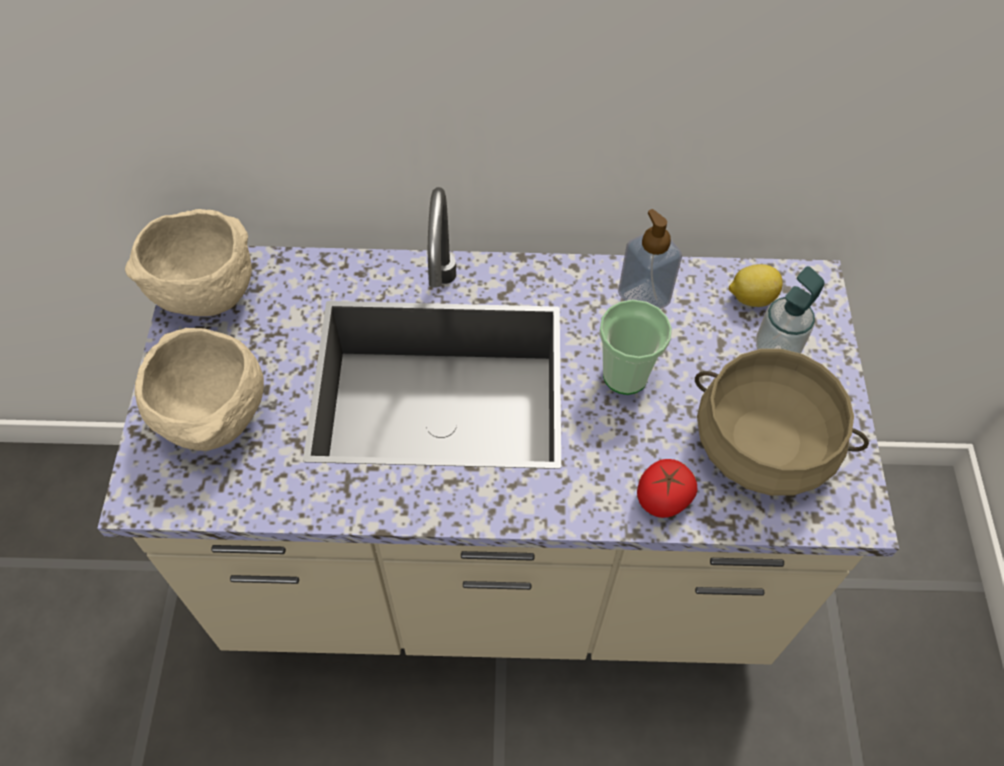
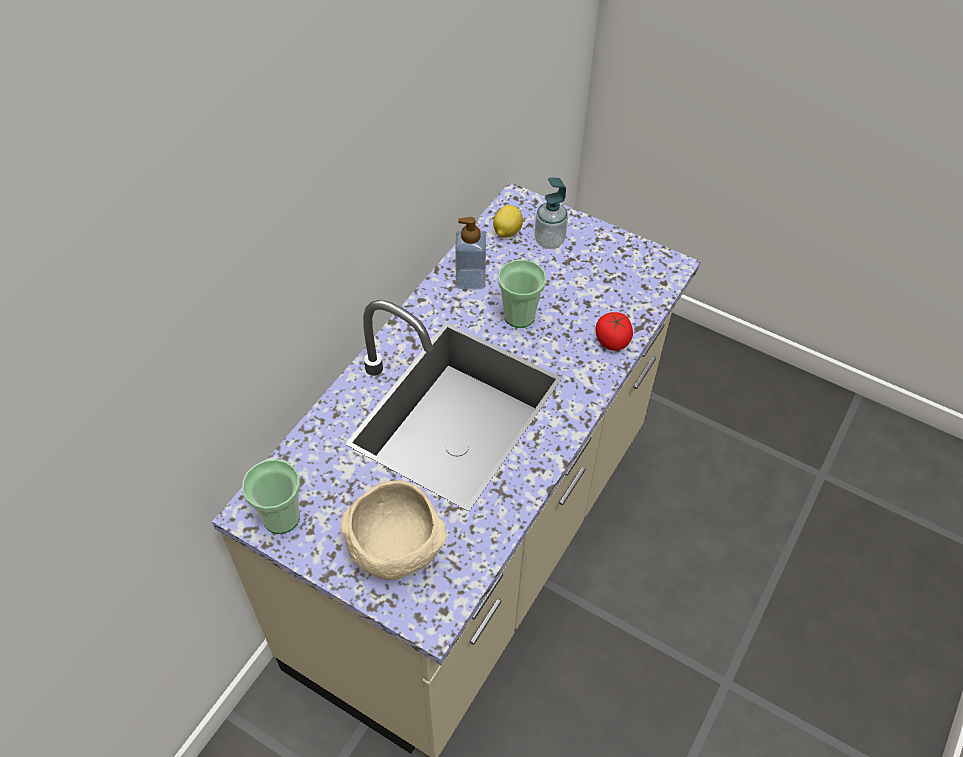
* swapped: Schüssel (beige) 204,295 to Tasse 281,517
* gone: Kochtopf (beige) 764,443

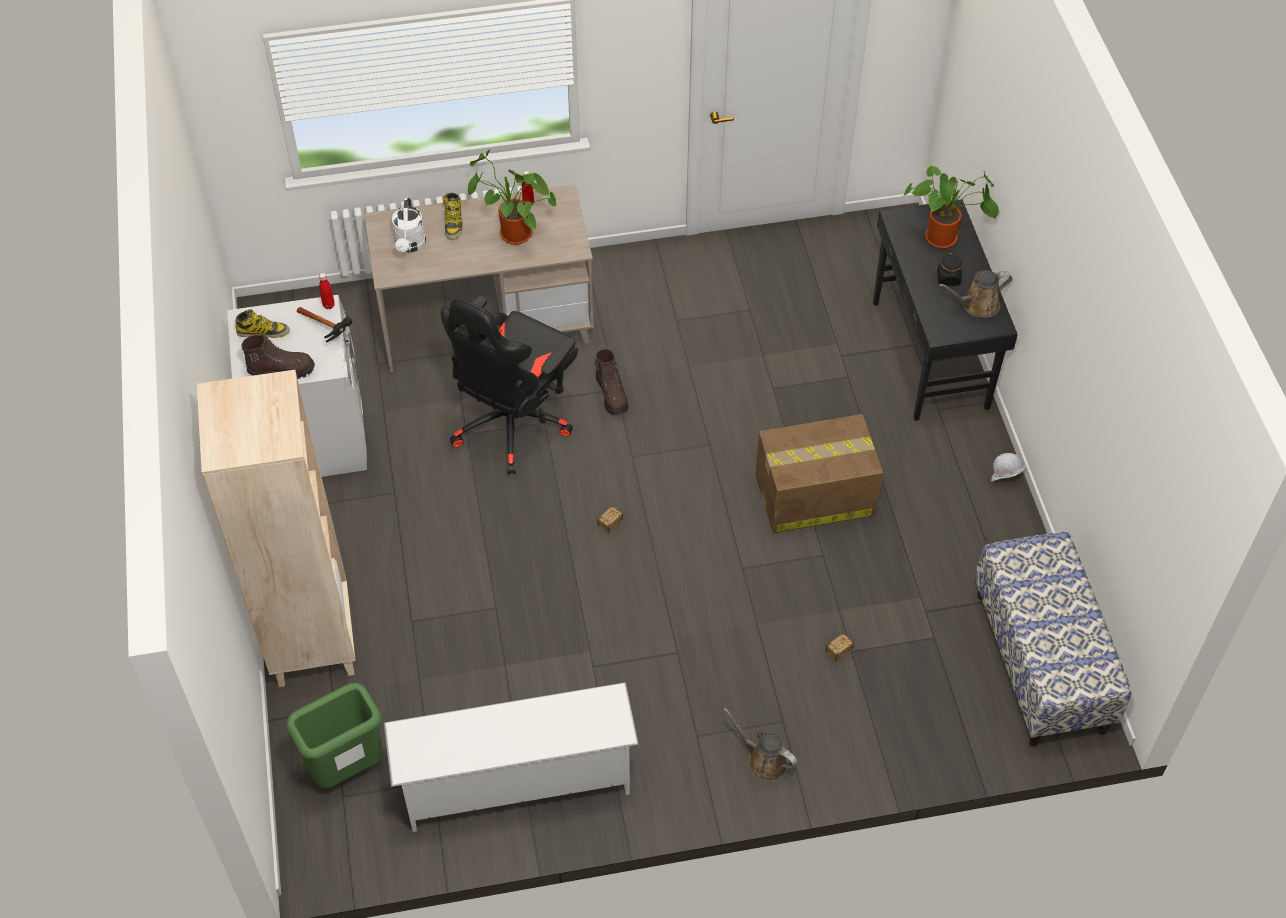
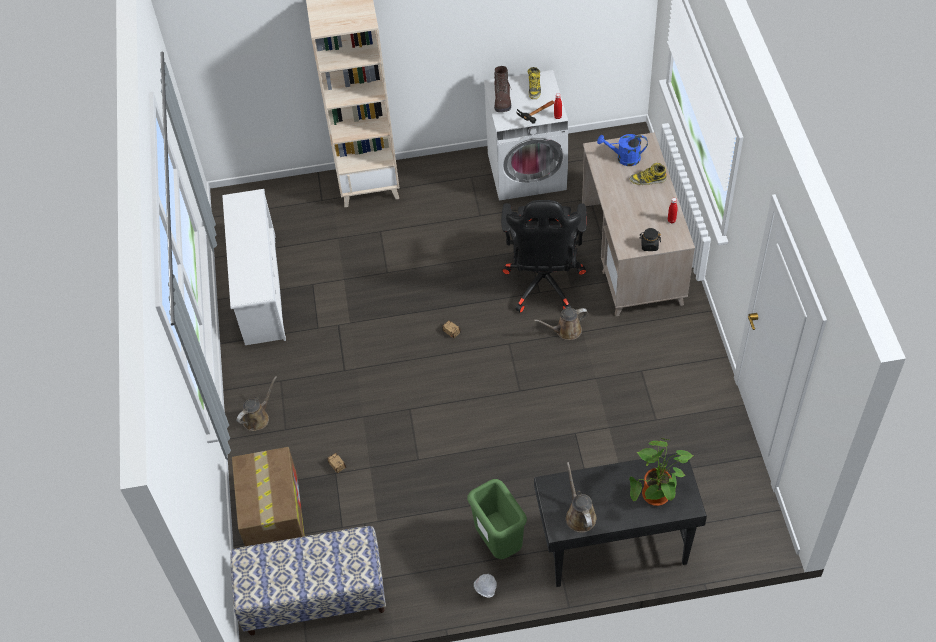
* gone: Topfpflanze 512,235
* repainted: Gießkanne (weiß) 410,245 to Gießkanne (blau) 624,158
* shifted: Vorratsglas (schwarz) 948,278 to 649,245
* rotated: Bürostuhl (schwarz) 517,417 = 544,277 120 degrees counterclockwise
* swapped: Stiefel (braun) 612,394 to Gießkanne (braun) 566,331
* shifted: Karton 813,495 to 273,513
* shifted: Mülleimer (grün) 347,767 to 499,542

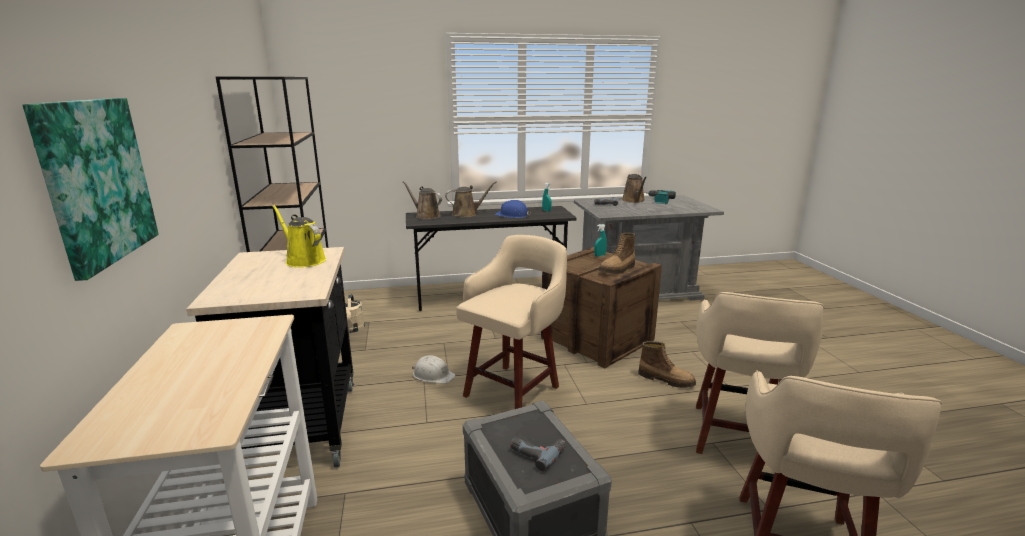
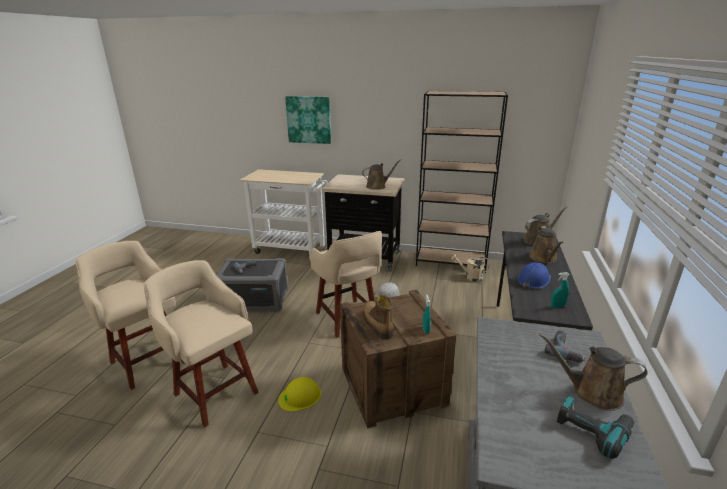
* repainted: Gießkanne (gelb) 303,260 to Gießkanne (braun) 378,186
* swapped: Stiefel 666,380 to Schutzhelm (gelb) 300,396

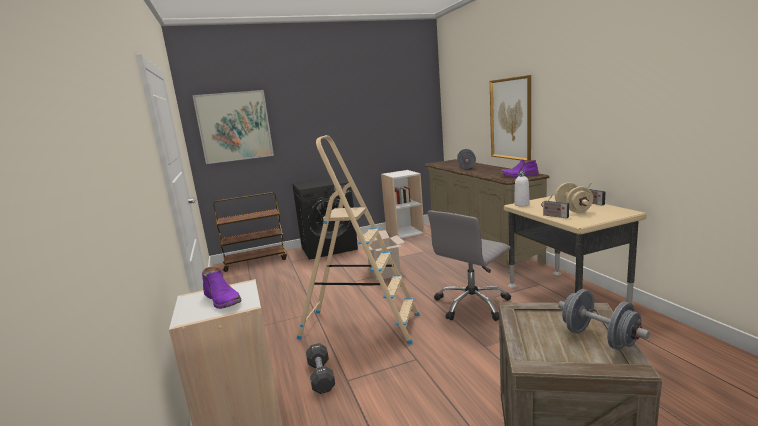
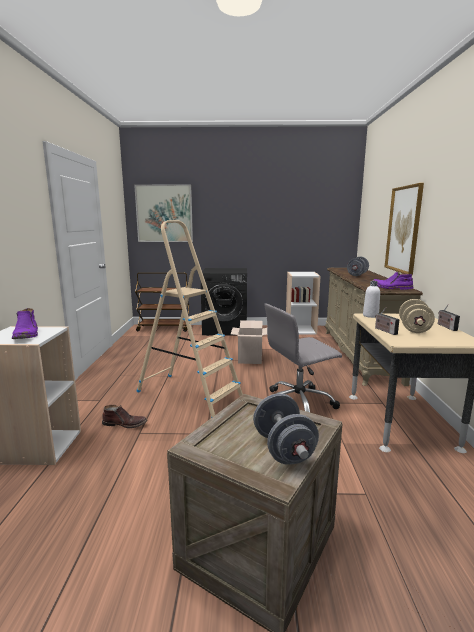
* swapped: Hantel (schwarz) 321,376 to Stiefel (braun) 125,424

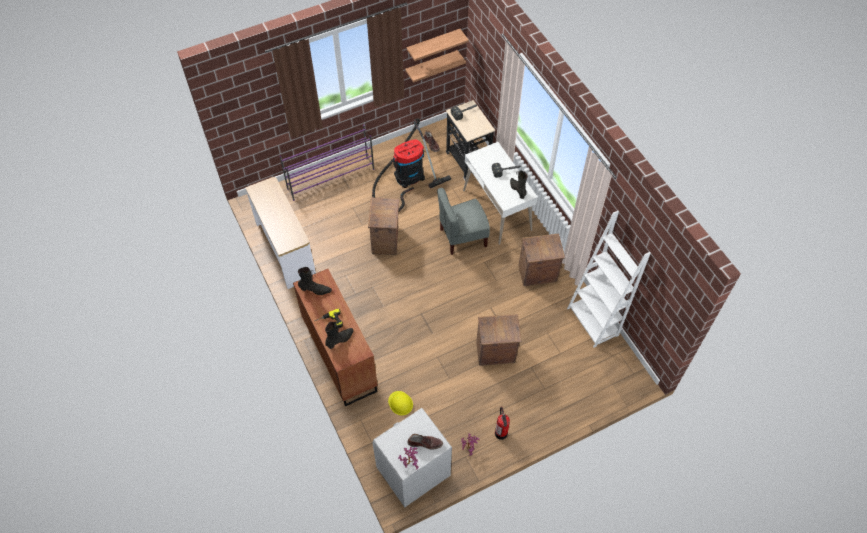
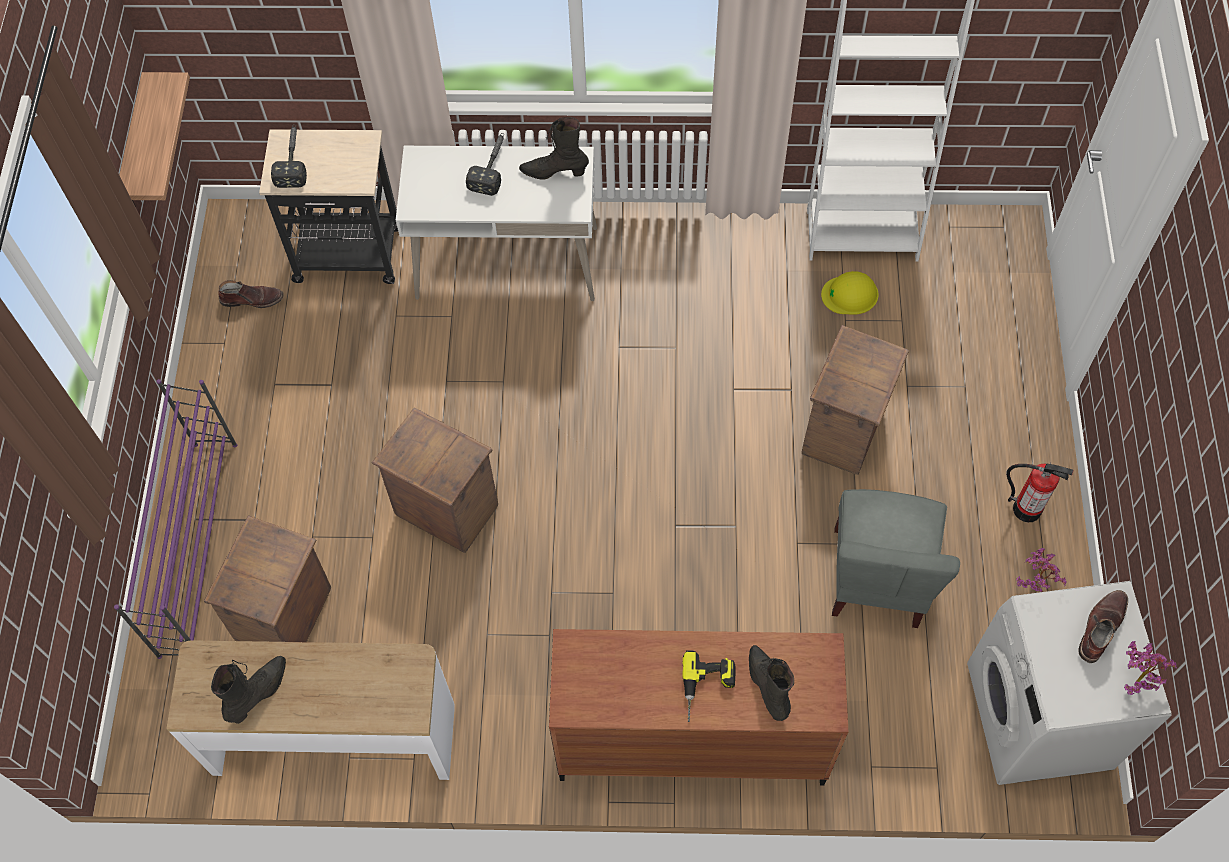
* gone: Wandregal 433,45
* gone: Staubsauger 406,178
* shifted: Stuhl (grau) 462,237 to 878,578
* shifted: Kiste 538,274 to 287,616
* shifted: Stiefel (schwarz) 315,290 to 259,693
* shifted: Schutzhelm (gelb) 400,403 to 850,294

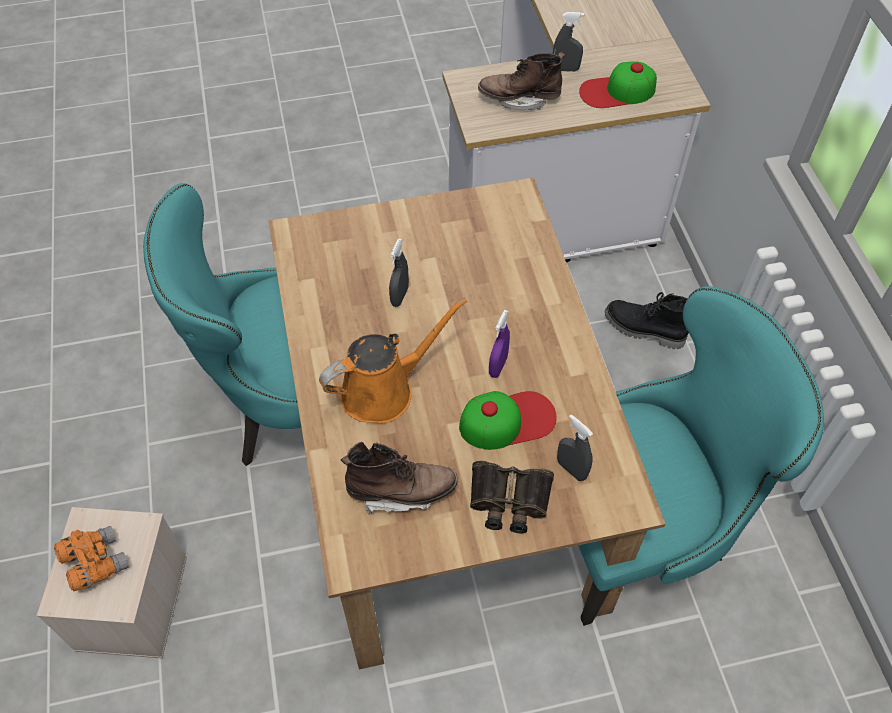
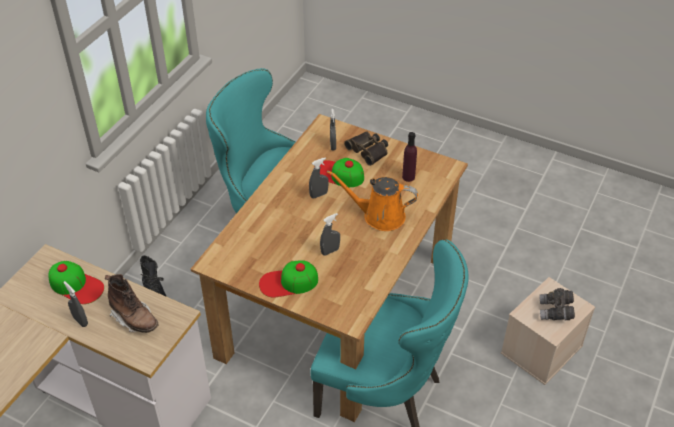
* repainted: Sprühflasche (lila) 498,366 to Sprühflasche (grau) 319,195
* swapped: Stiefel (braun) 401,491 to Flasche (lila) 408,177
* repainted: Fernglas (orange) 95,562 to Fernglas (grau) 555,312
* new: Kappe 288,282

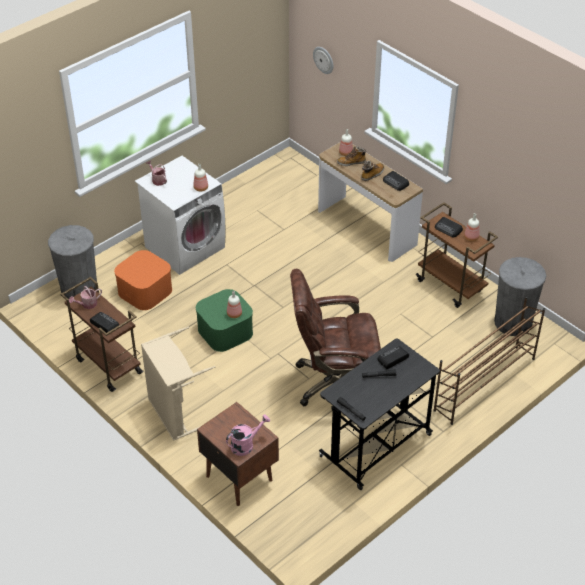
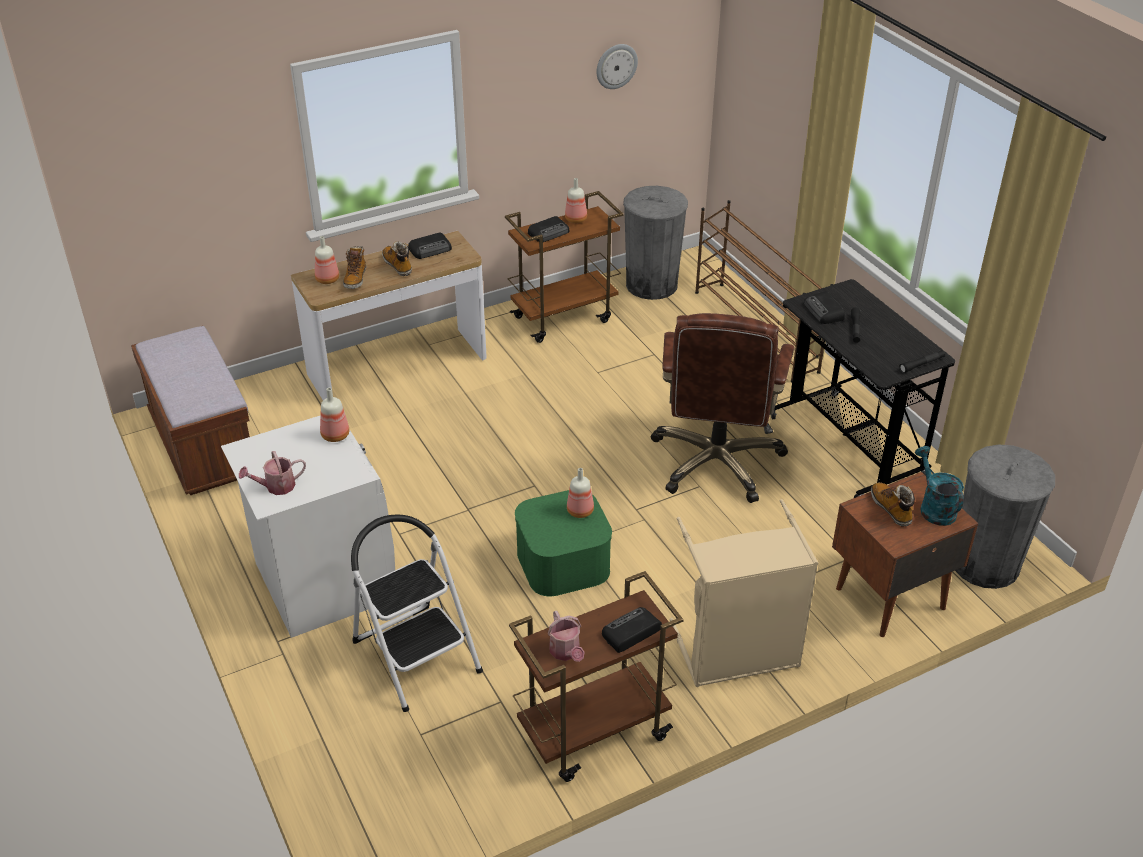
* shifted: Wanduhr 324,60 to 616,66
* shifted: Mülleimer (grau) 79,289 to 985,564
* swapped: Aufbewahrungsbox (orange) 145,291 to Trittleiter 415,654
* repainted: Gießkanne (rosa) 246,444 to Gießkanne (türkis) 934,507
* new: Bank (braun) 203,446
* new: Stiefel 891,509

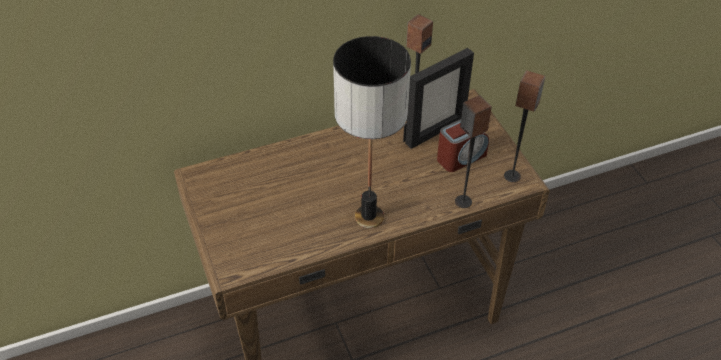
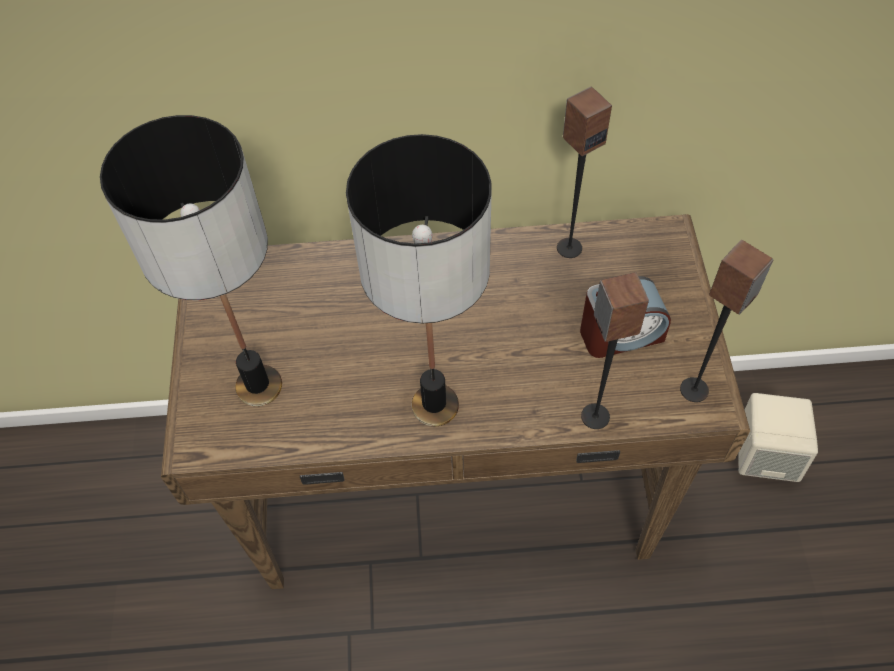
* gone: Bilderrahmen 434,130
* new: Tischlampe 259,385
* new: Lautsprecher (beige) 764,456

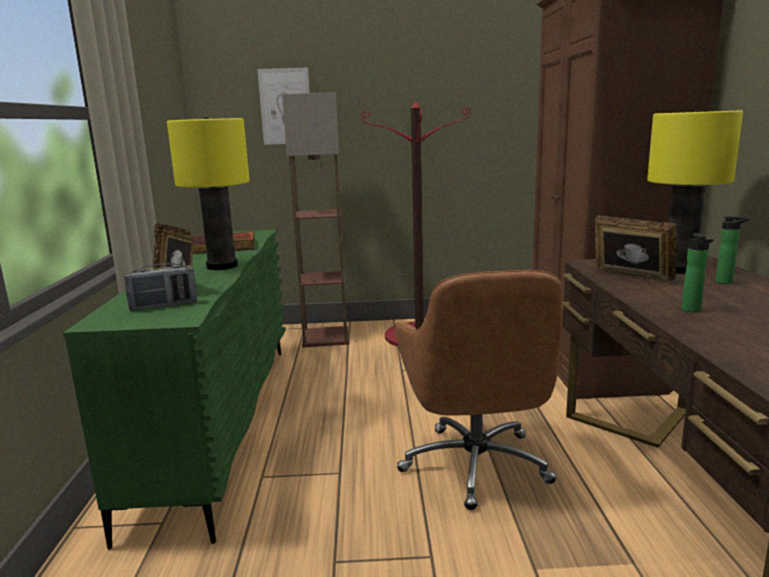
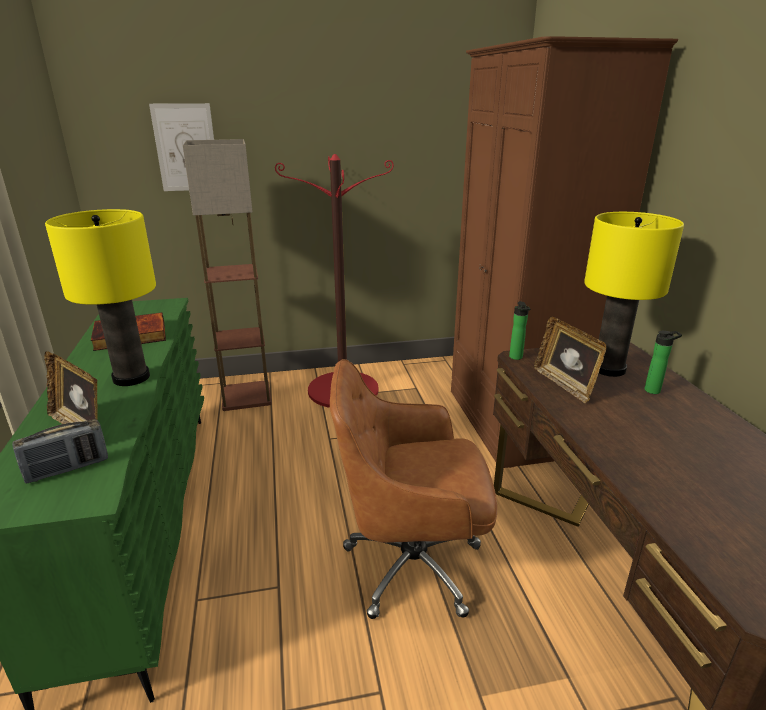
* rotated: Bilderrahmen 630,277 = 565,384 150 degrees counterclockwise
* shifted: Flasche 692,311 to 516,358
* rotated: Bürostuhl (braun) 474,465 = 412,563 105 degrees clockwise

